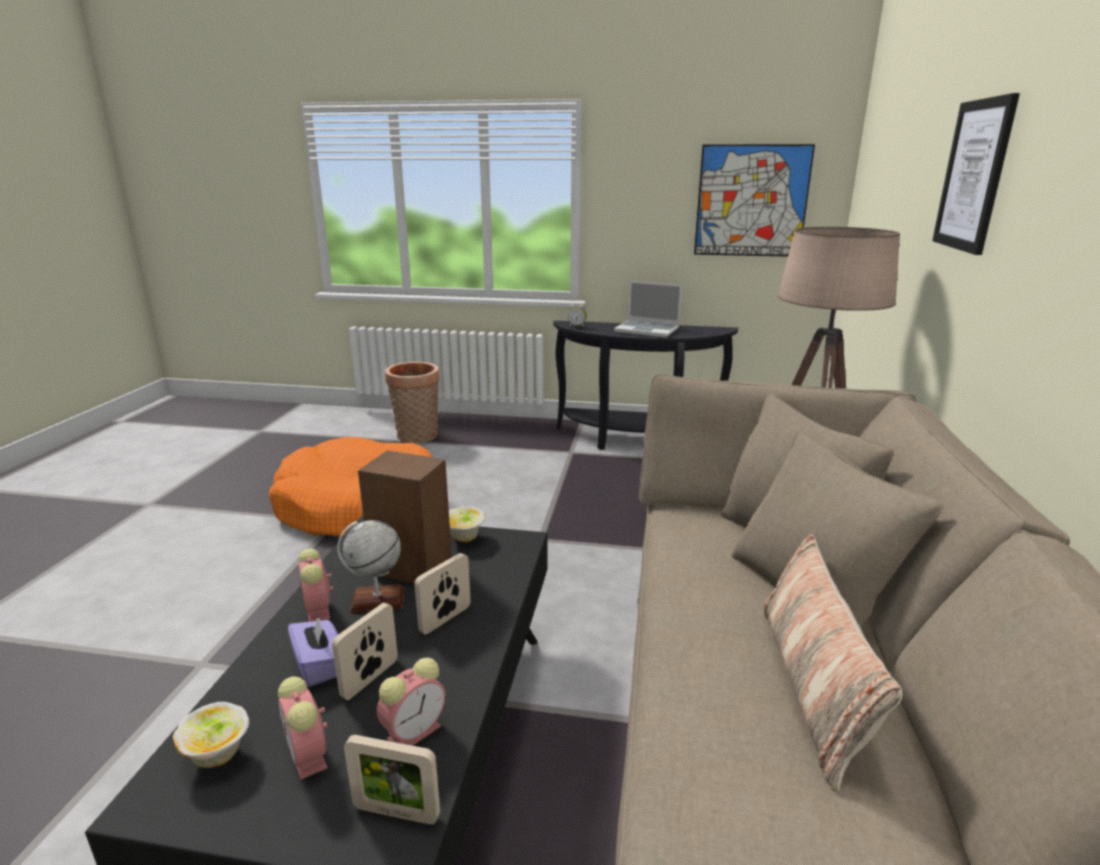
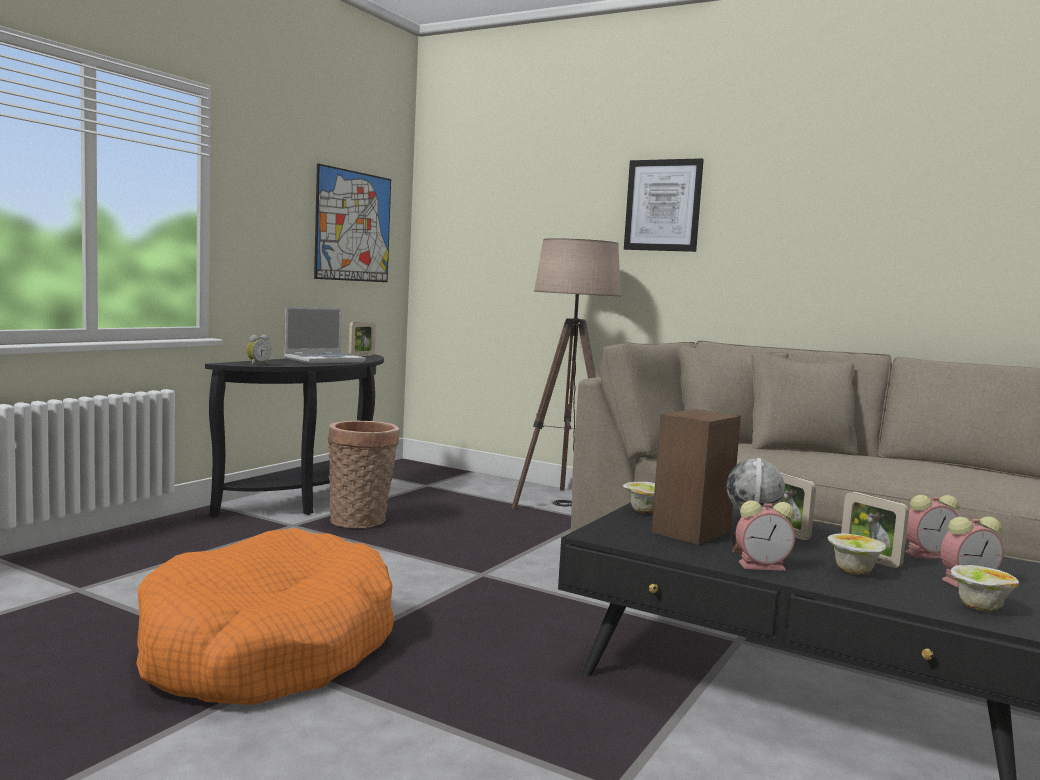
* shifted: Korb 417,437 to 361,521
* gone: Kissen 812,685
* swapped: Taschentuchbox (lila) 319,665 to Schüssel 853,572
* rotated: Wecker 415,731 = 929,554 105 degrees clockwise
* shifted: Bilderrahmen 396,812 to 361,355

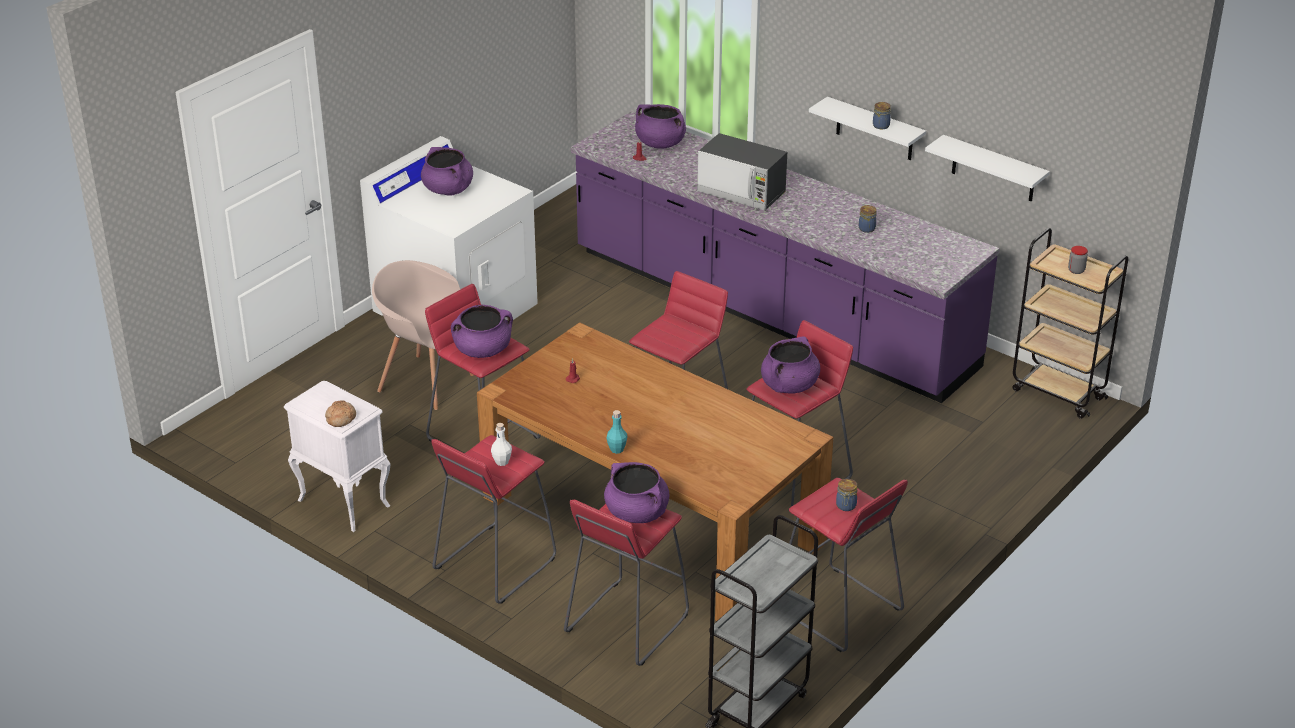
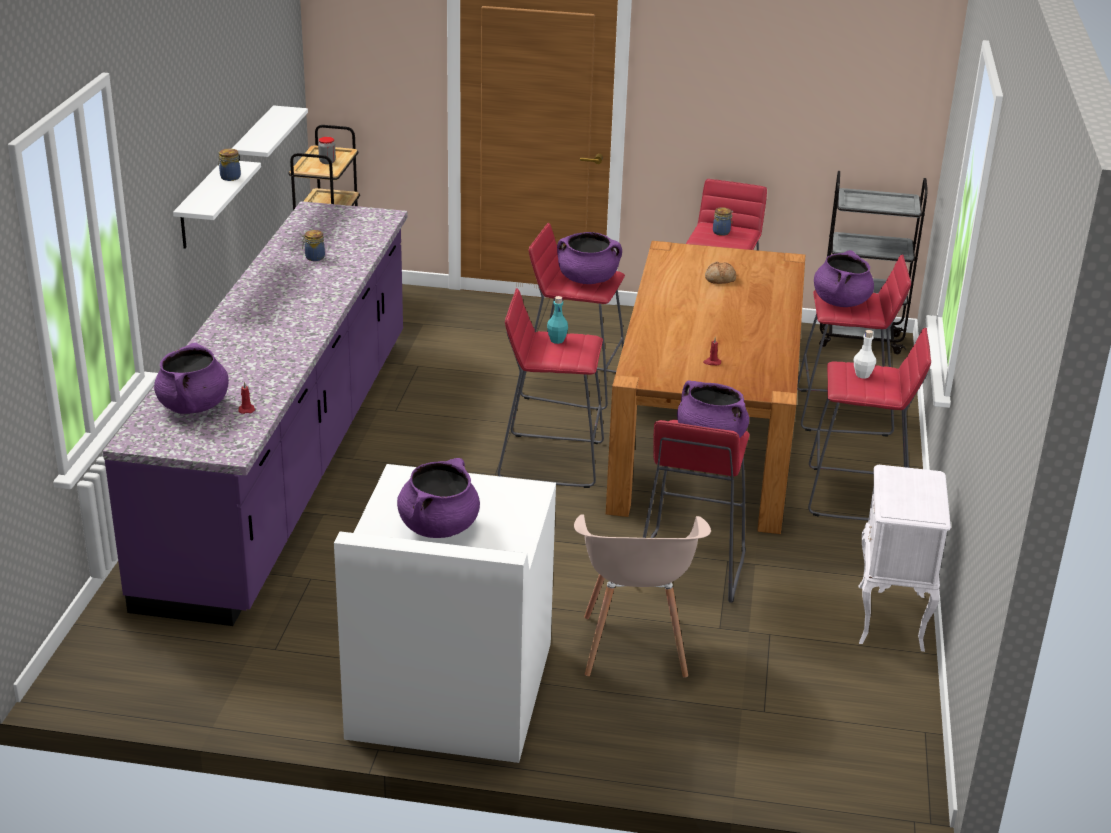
* gone: Mikrowelle 741,193
* shifted: Brot 340,418 to 720,279
* shifted: Flasche (türkis) 617,449 to 557,340

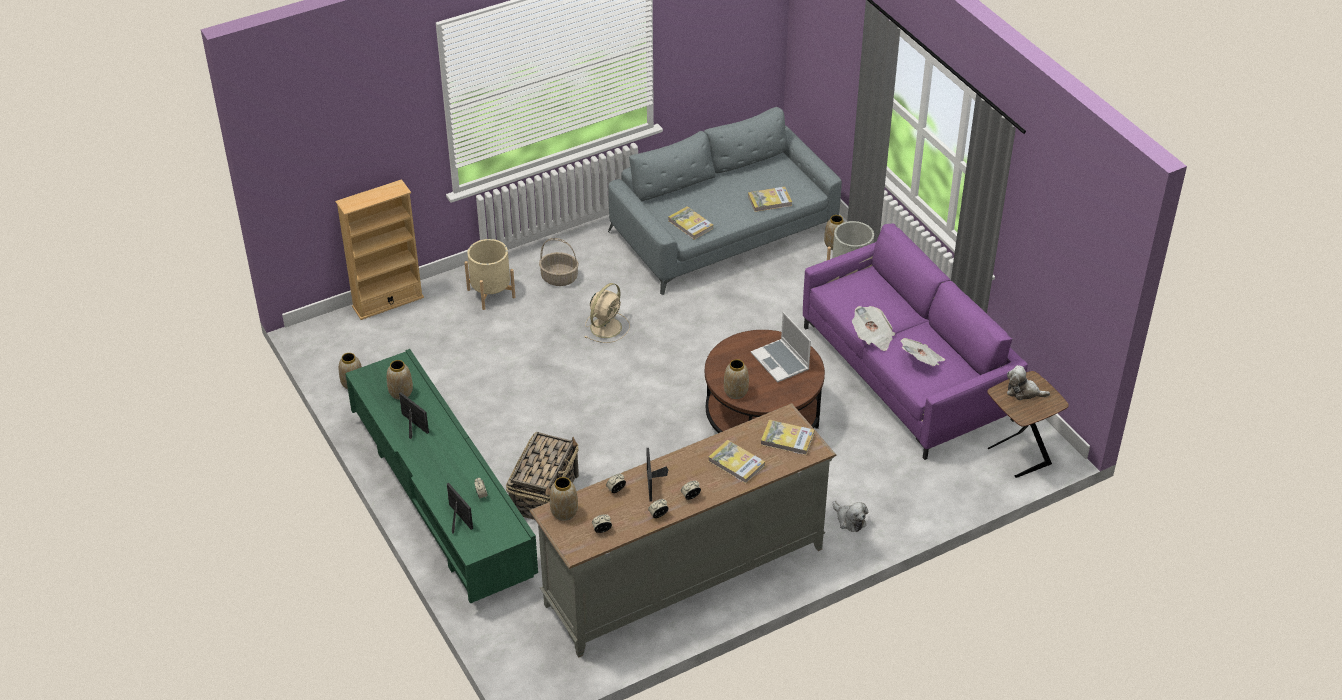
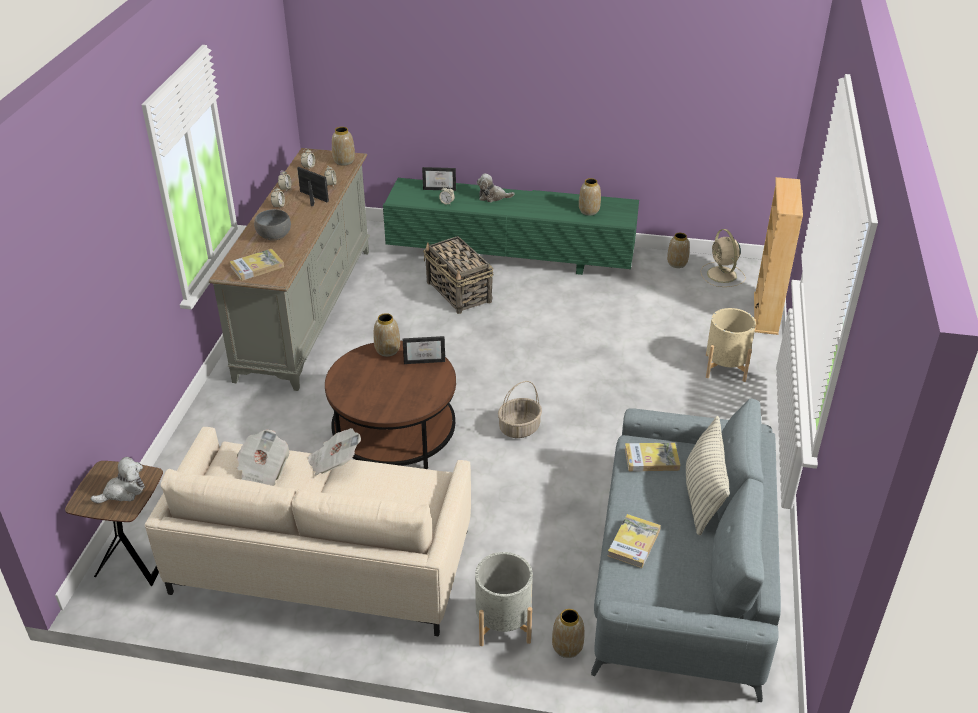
* repainted: Sofa (lila) 905,373 to Sofa (beige) 322,560
* shifted: Korb 560,278 to 519,428
* shifted: Ventilator (beige) 607,326 to 722,275
* gone: Laptop 781,362
* shifted: Bilderrahmen 411,425 to 425,359
* swapped: Buch 736,463 to Schüssel (grau) 274,235
* shifted: Plüschtier 849,520 to 492,197
* new: Kissen 703,495

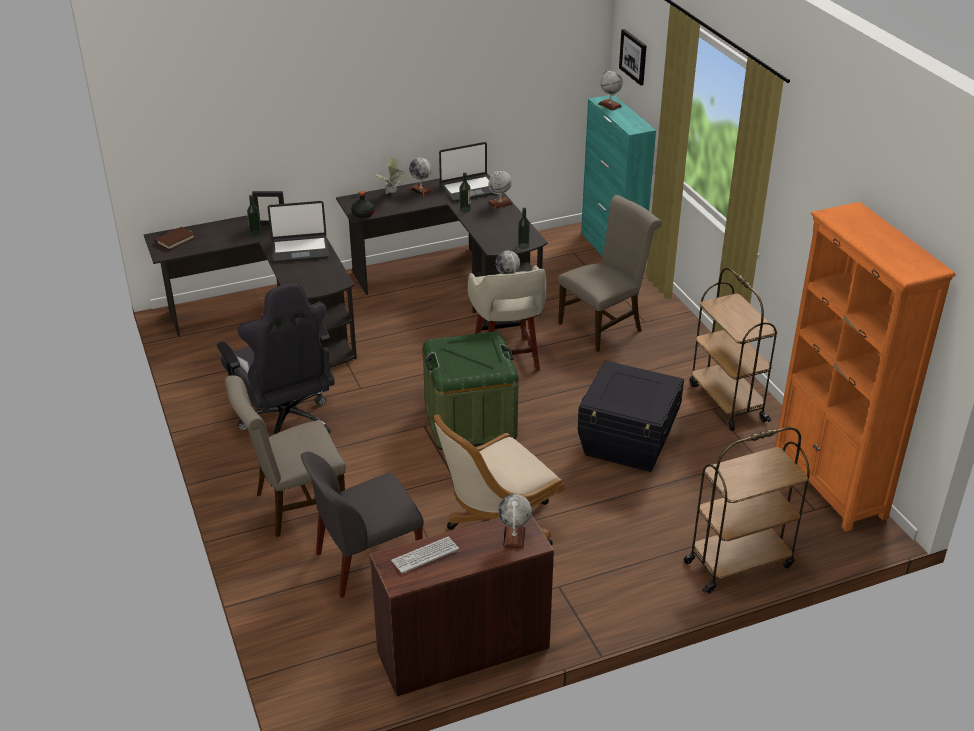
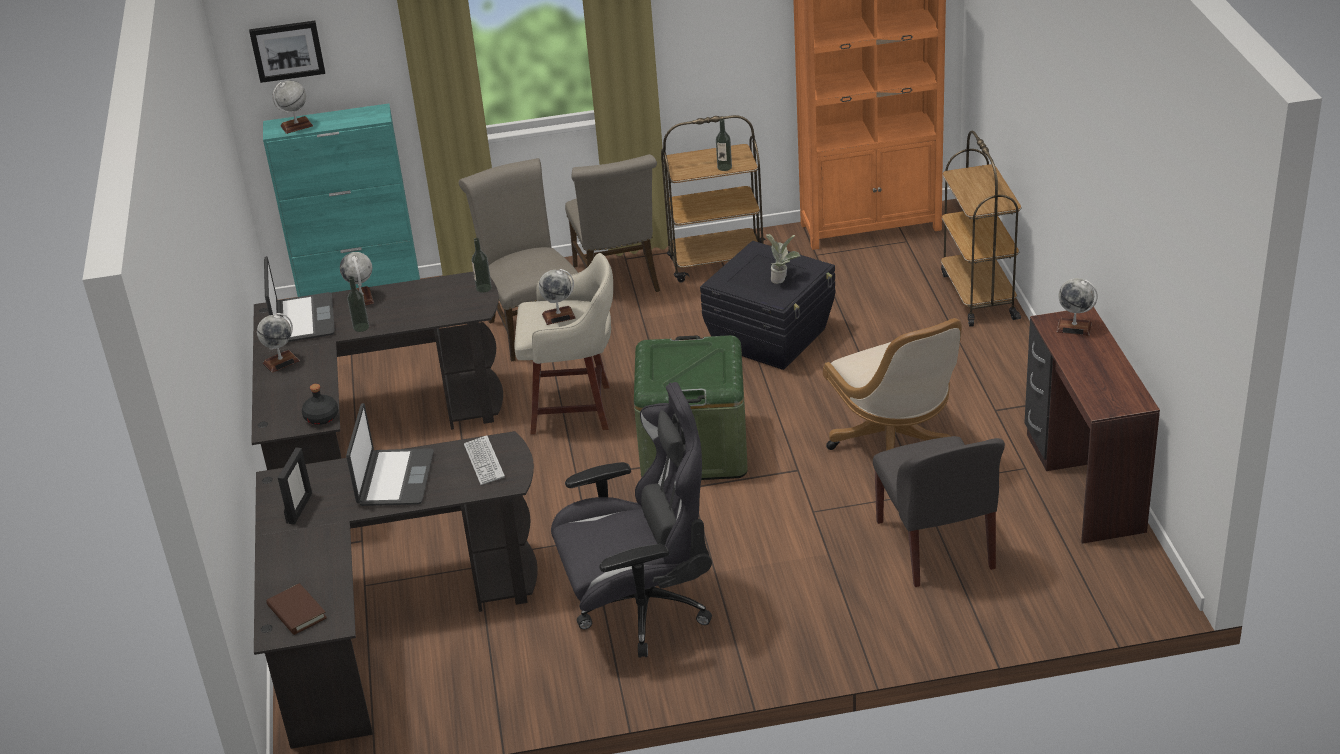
* shifted: Topfpflanze 392,194 to 782,279
* shifted: Flasche 255,233 to 724,167
* shifted: Stuhl (beige) 294,507 to 618,281
* shifted: Tastatur 425,555 to 484,461

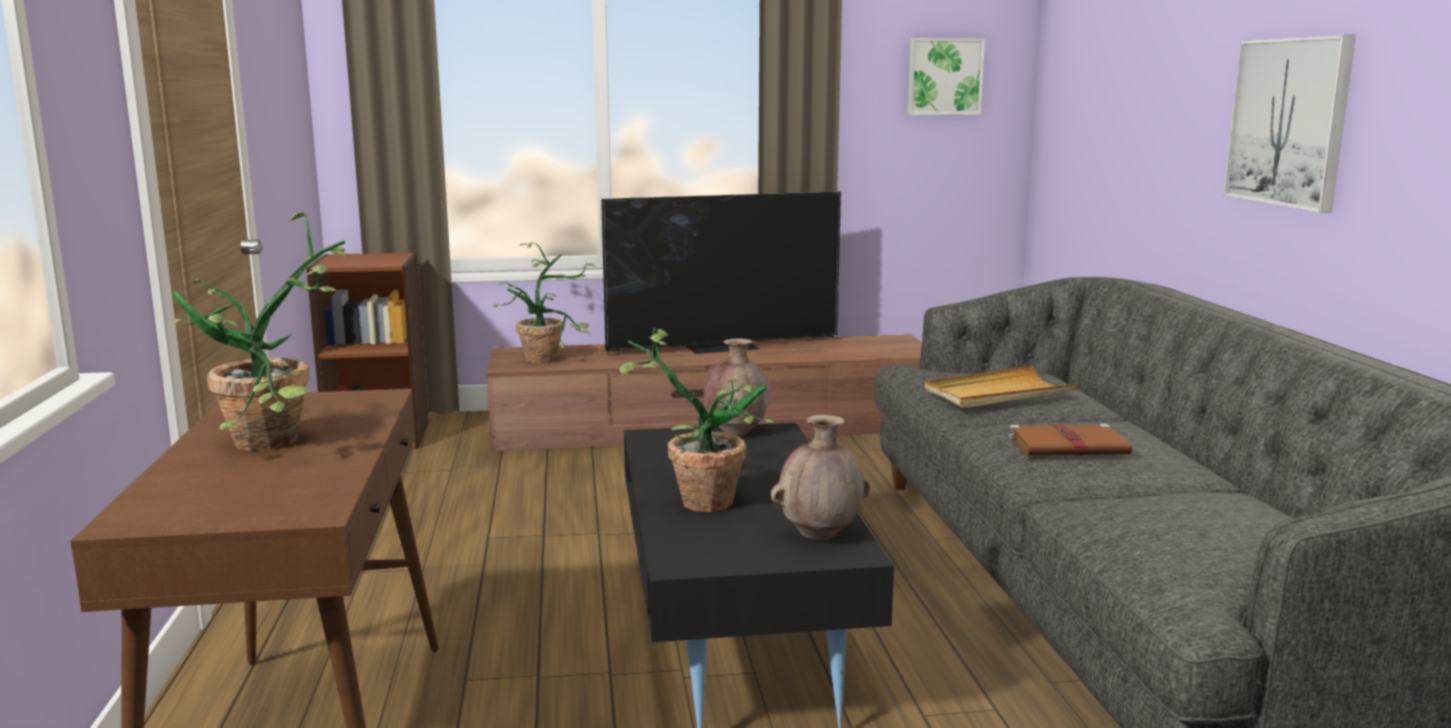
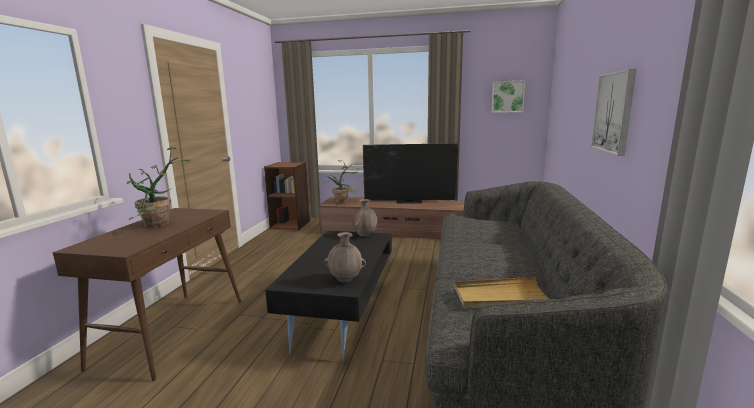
* gone: Topfpflanze 694,499
* shifted: Tablett (beige) 998,393 to 501,296
* gone: Buch (braun) 1070,446

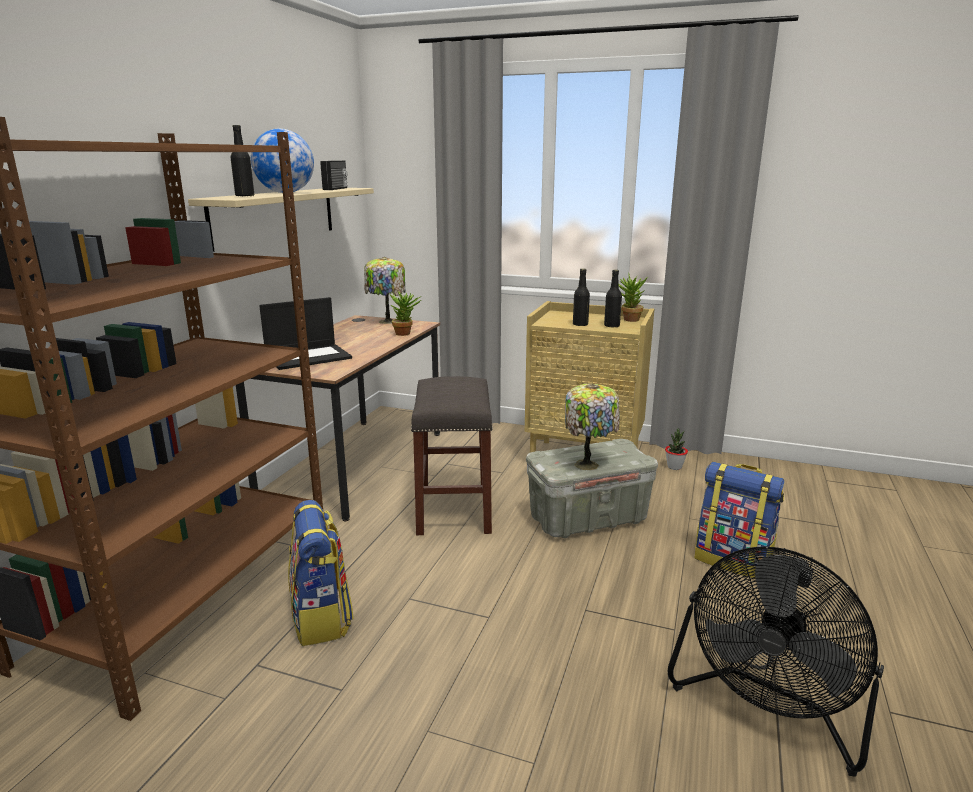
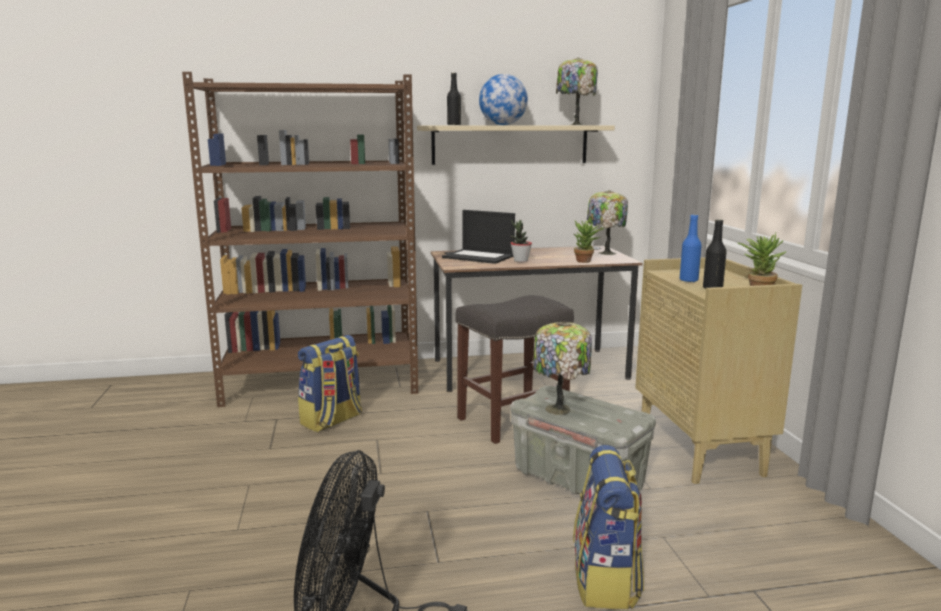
* swapped: Radio 336,189 to Tischlampe 575,125
* repainted: Flasche (schwarz) 580,324 to Flasche (blau) 688,280
* shifted: Topfpflanze 674,467 to 520,261

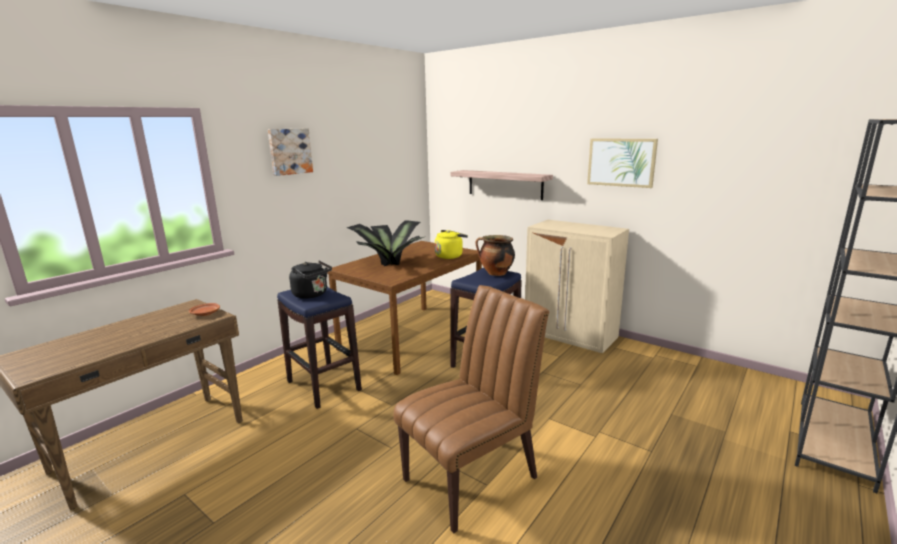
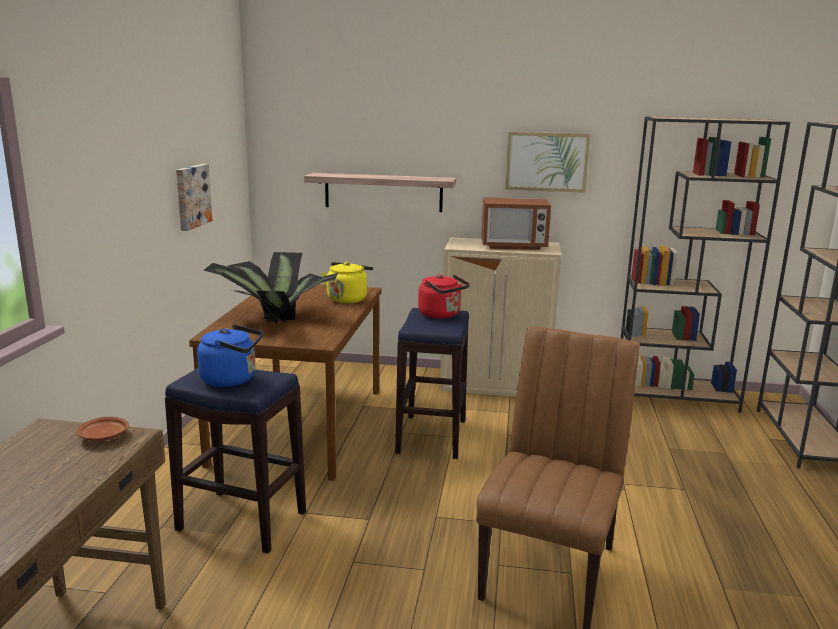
* shifted: Bild 289,151 to 191,196
* swapped: Kochtopf 495,273 to Wasserkessel (rot) 441,315
* repainted: Wasserkessel (schwarz) 312,295 to Wasserkessel (blau) 232,379
* new: Bücherregal 676,397
* new: Mikrowelle 513,246

